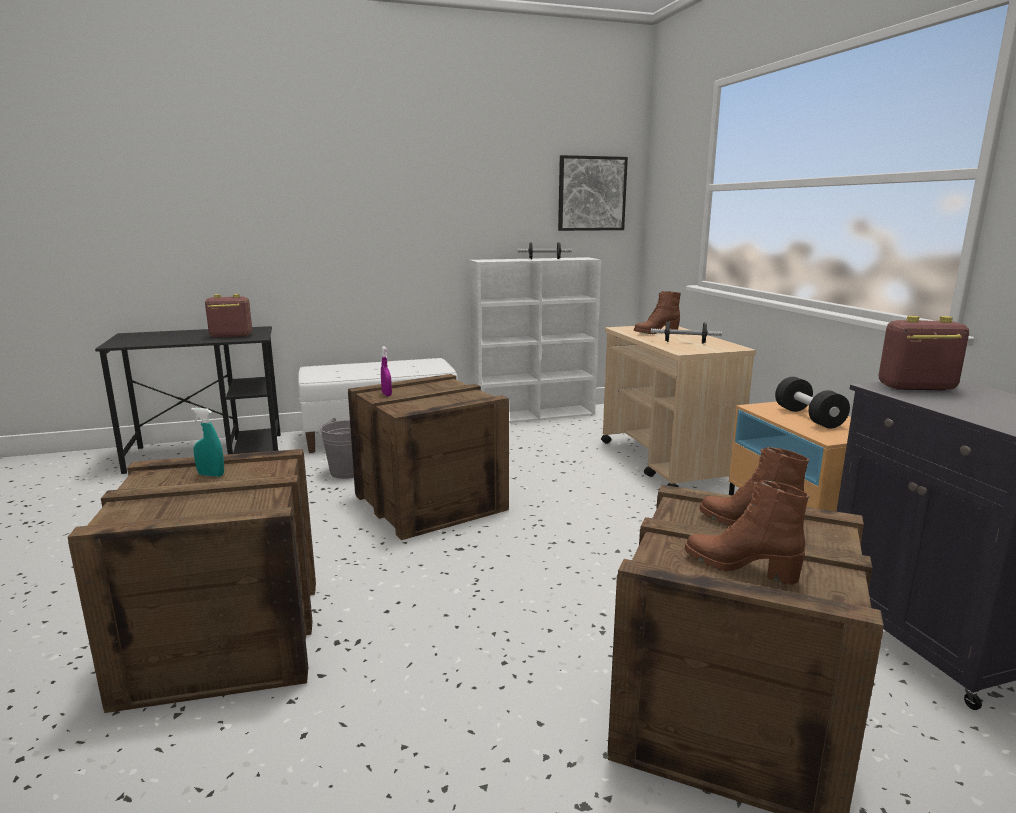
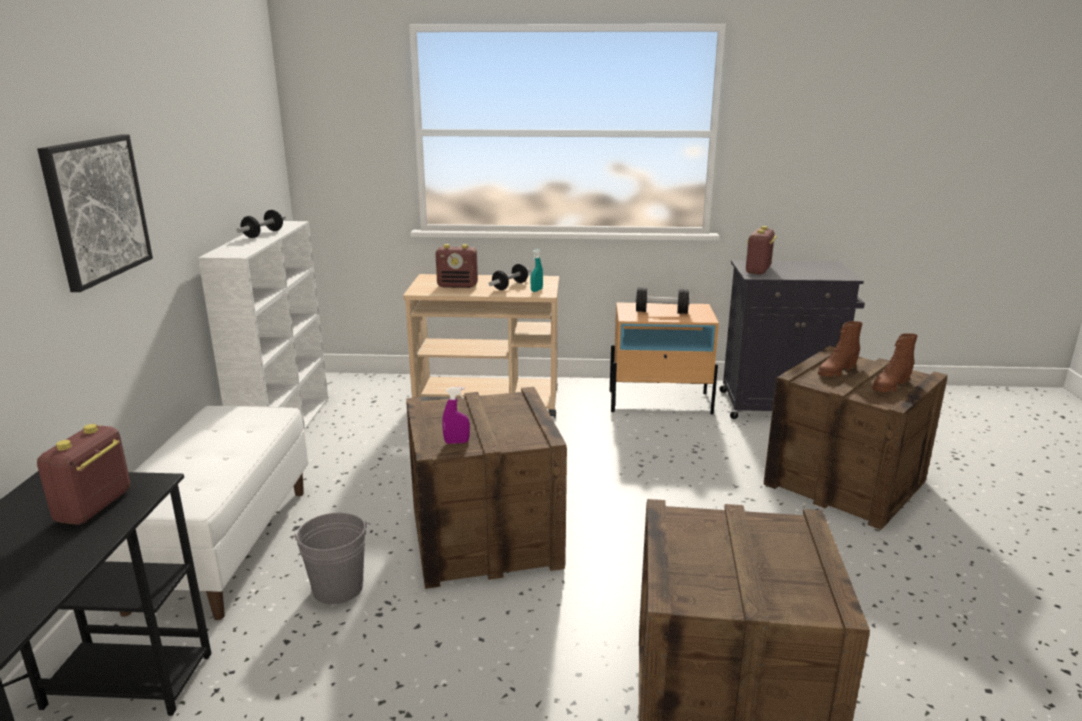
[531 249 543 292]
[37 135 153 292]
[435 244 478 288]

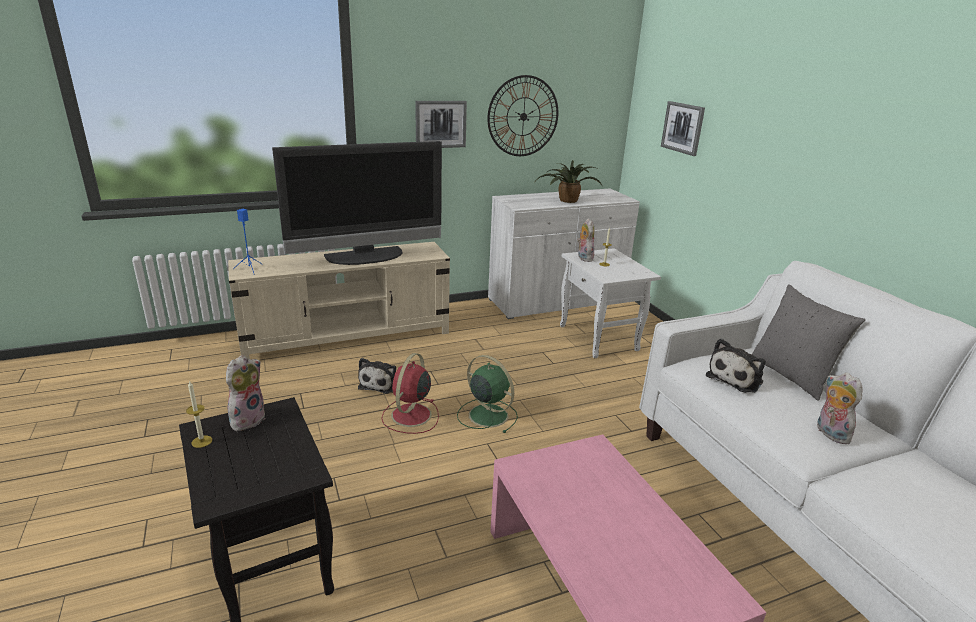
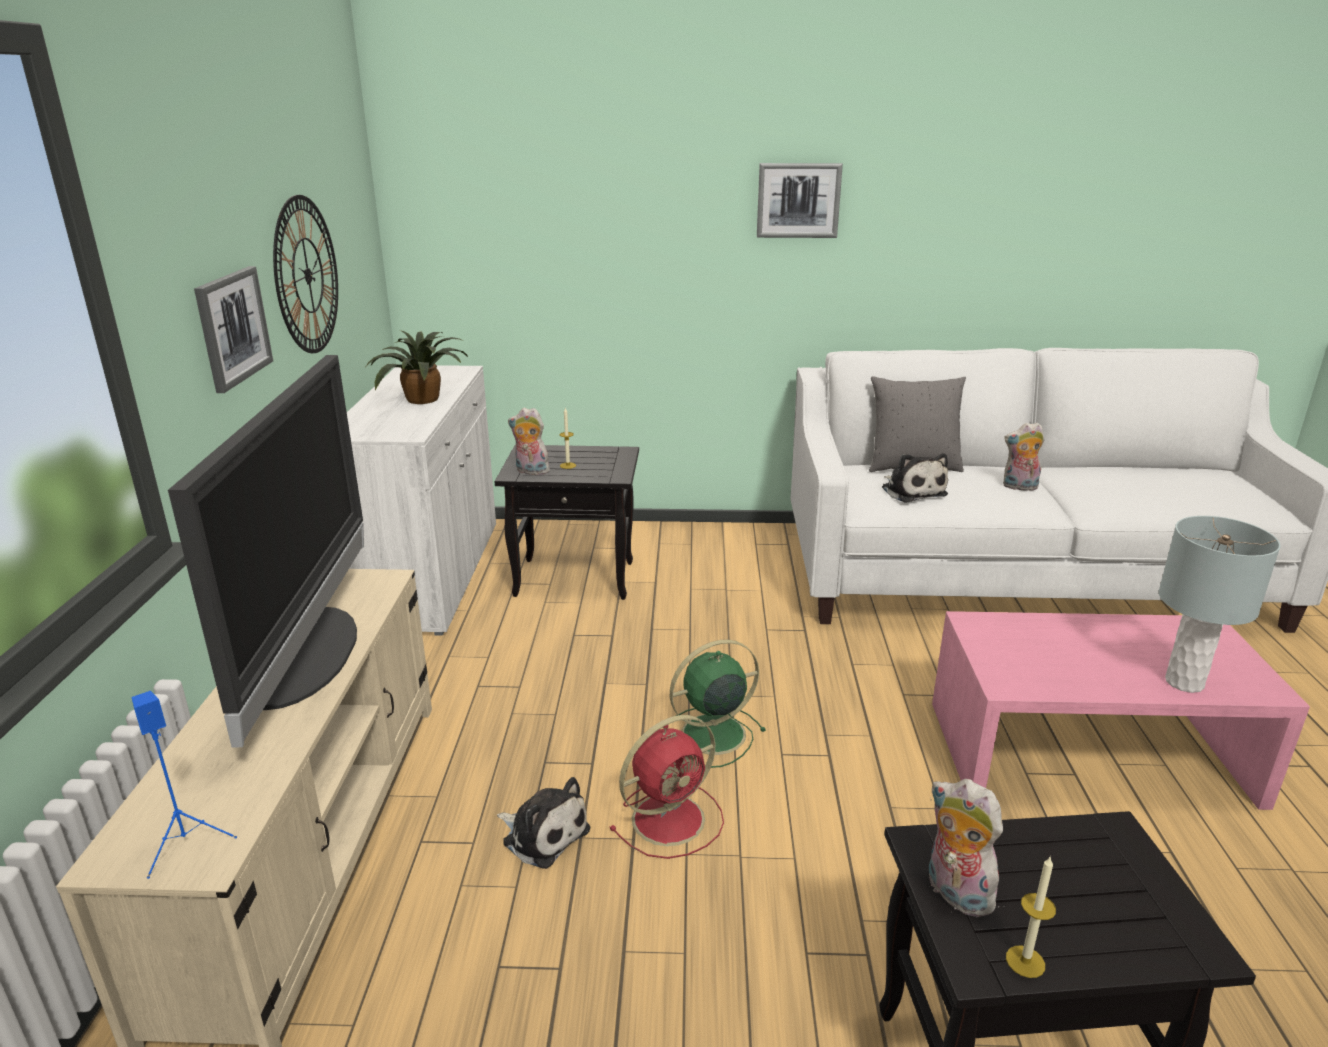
[609 715 724 859]
[495 445 639 600]
[757 163 843 238]
[1158 516 1281 693]

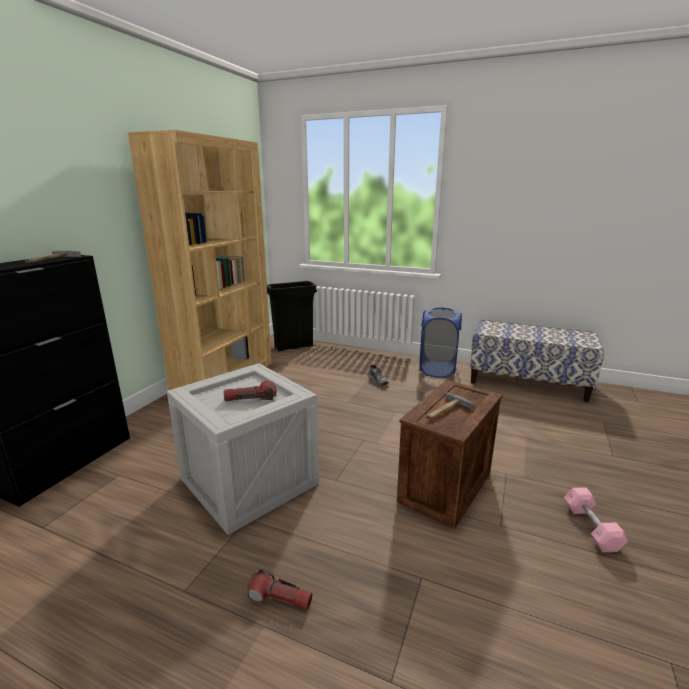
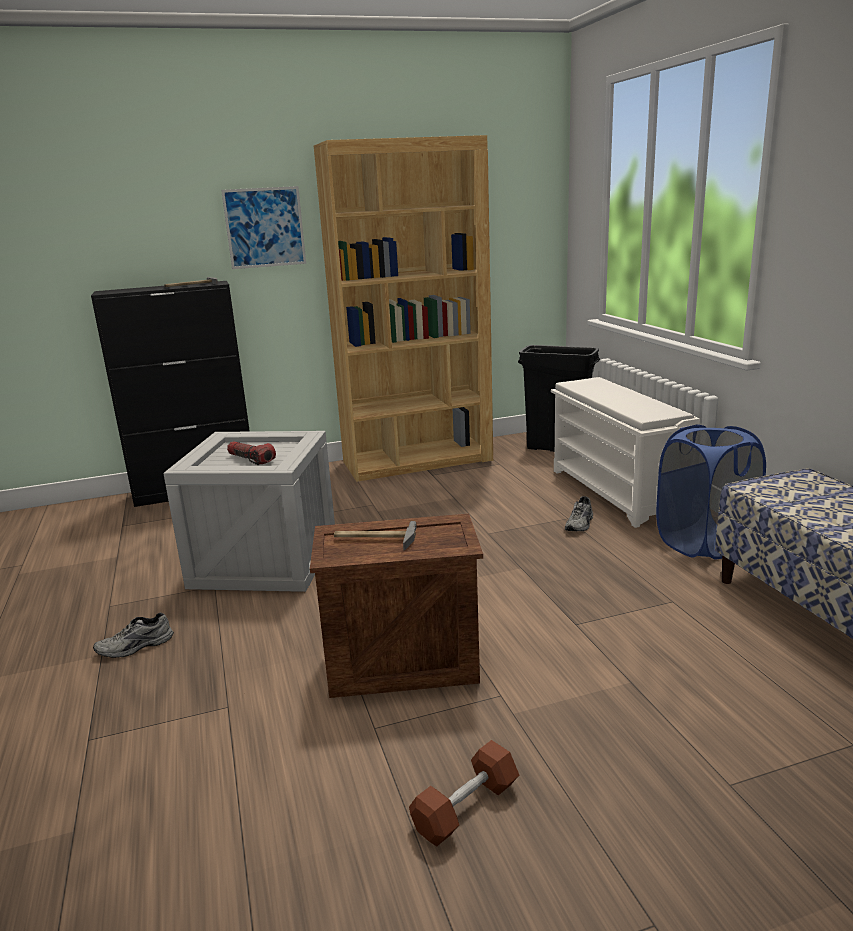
[93 612 174 658]
[409 740 519 846]
[221 186 306 269]
[551 377 700 528]

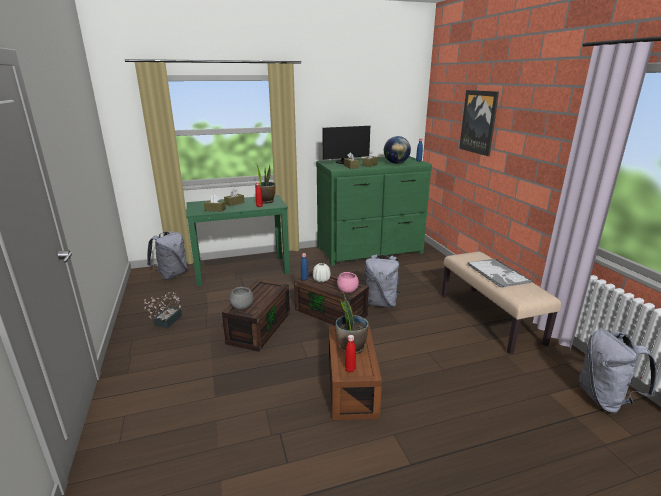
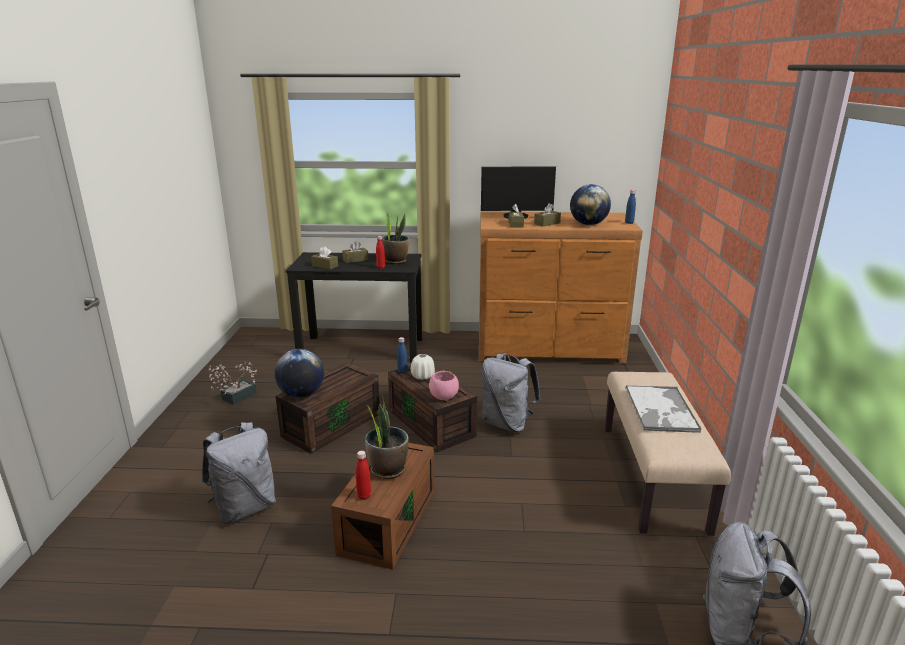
[202 422 276 523]
[286 252 422 363]
[275 349 324 397]
[479 211 643 364]
[459 90 499 156] (first image)

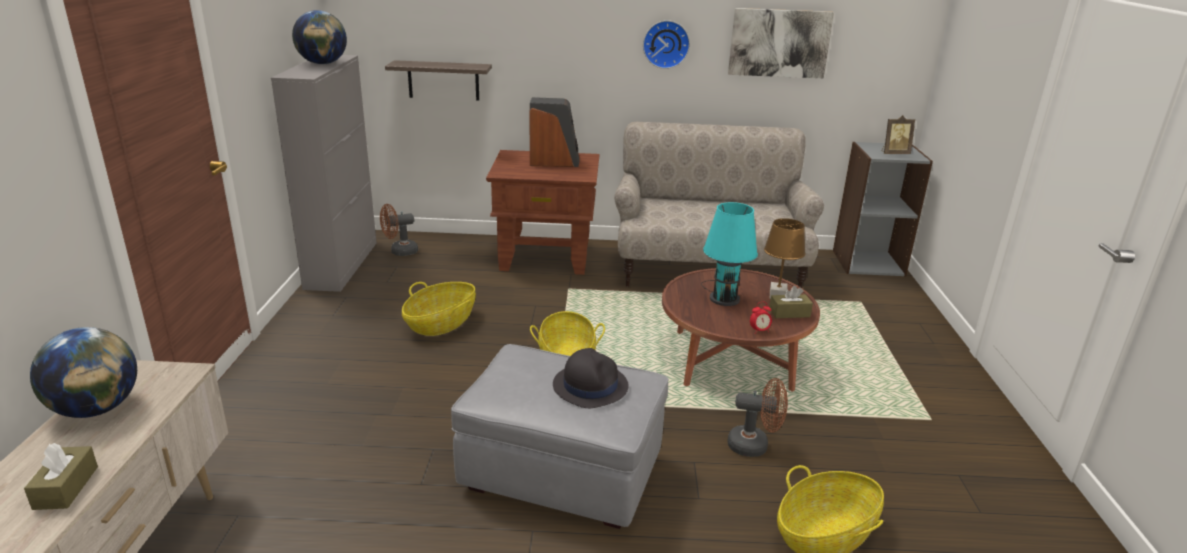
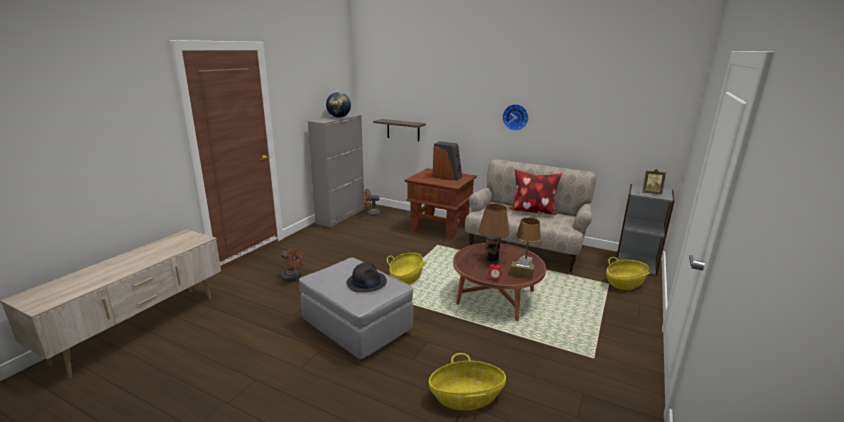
[24 443 98 510] (first image)
[30 327 137 418] (first image)
[606 257 650 290]
[478 203 510 264]
[281 246 306 282]
[728 8 834 78] (first image)
[509 169 562 215]

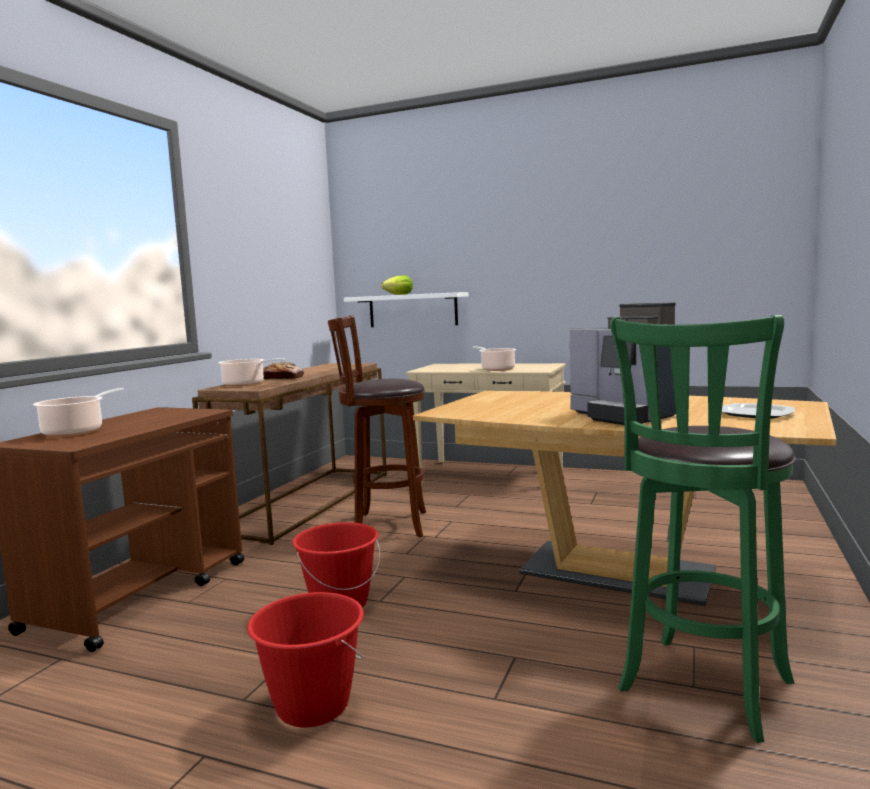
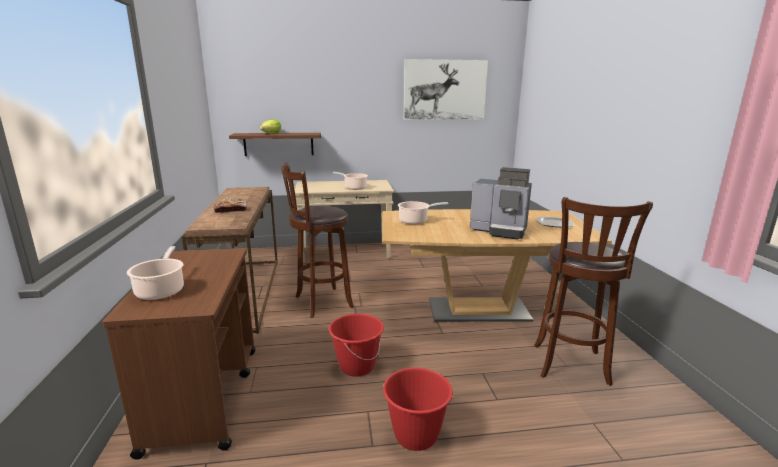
[398 201 448 224]
[229 133 321 156]
[534 197 653 386]
[404 59 488 120]

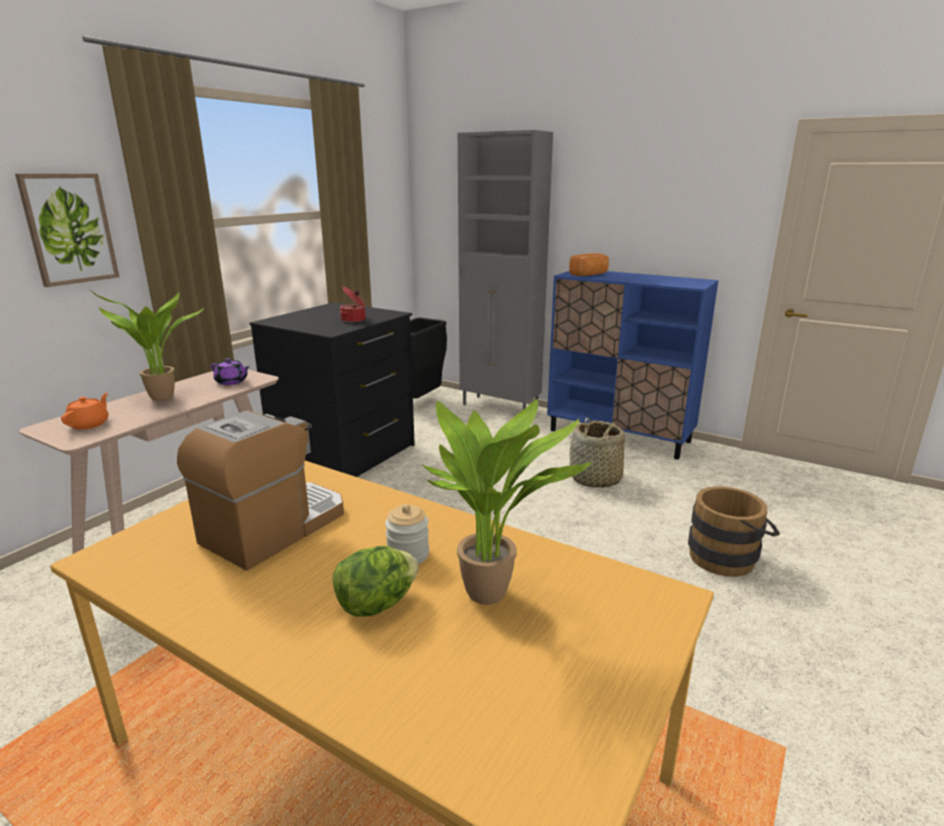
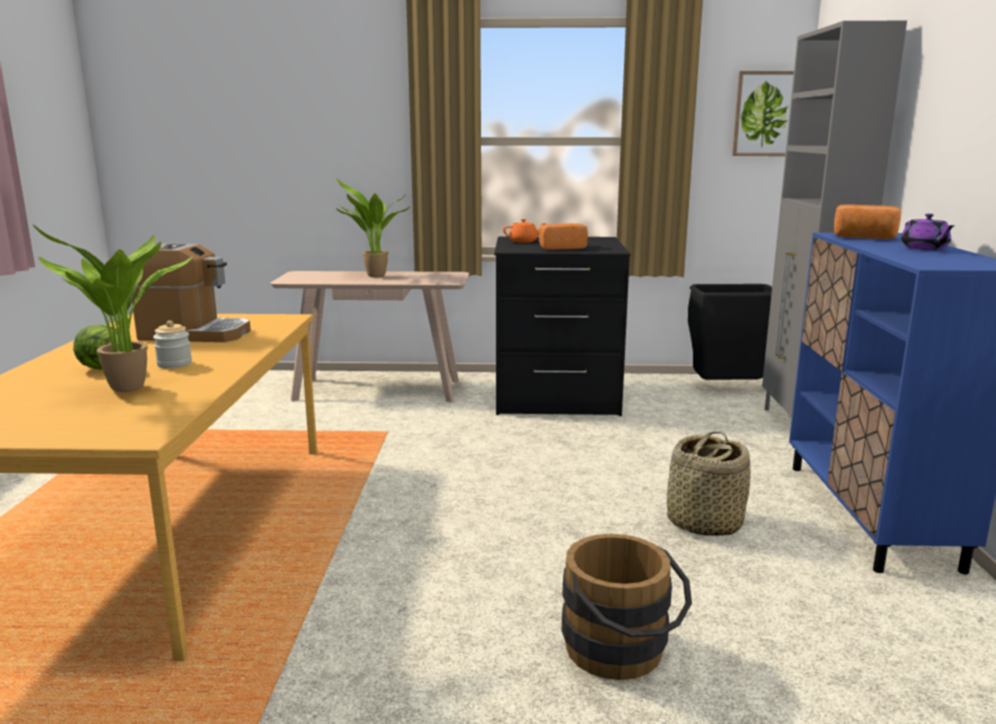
[732 71 794 156]
[503 219 546 243]
[901 214 954 250]
[539 223 588 250]

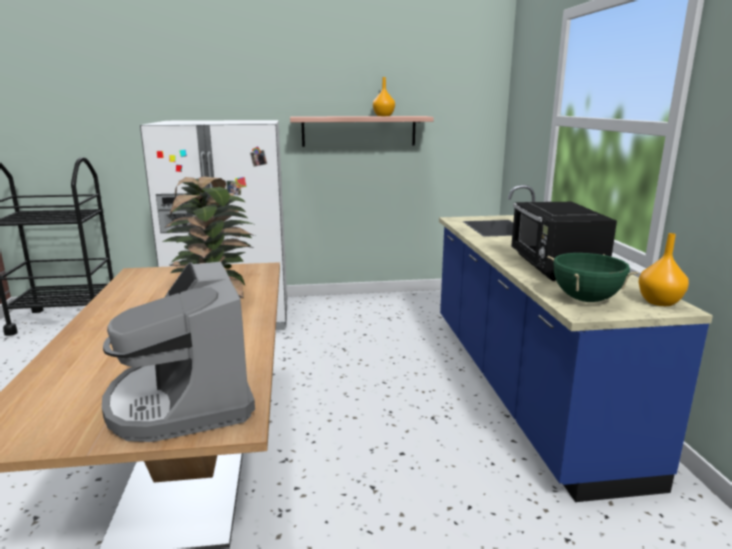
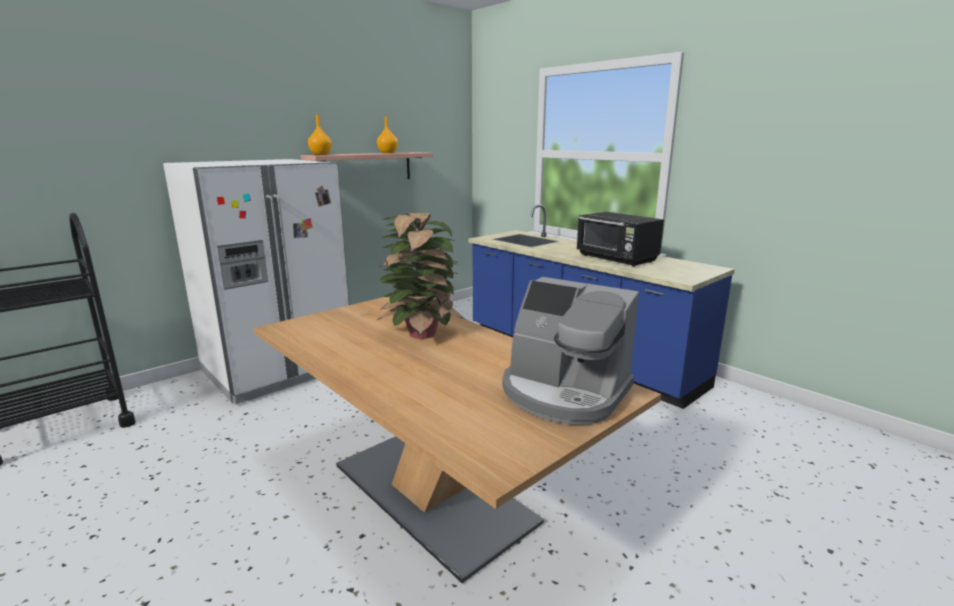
[547 253 639 302] (first image)
[308 115 332 155]

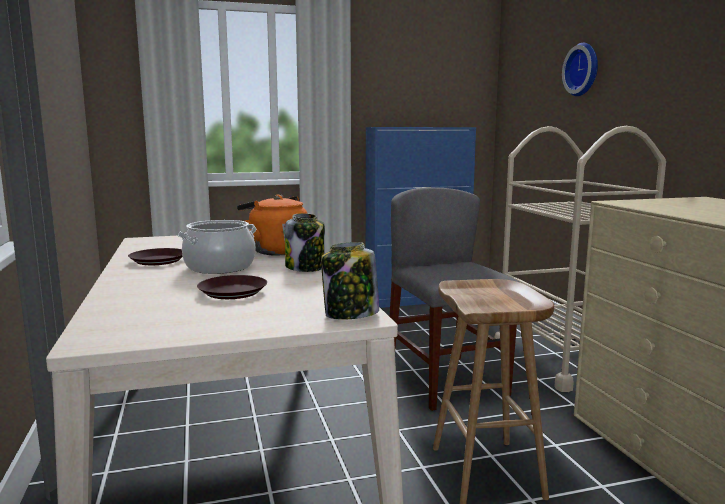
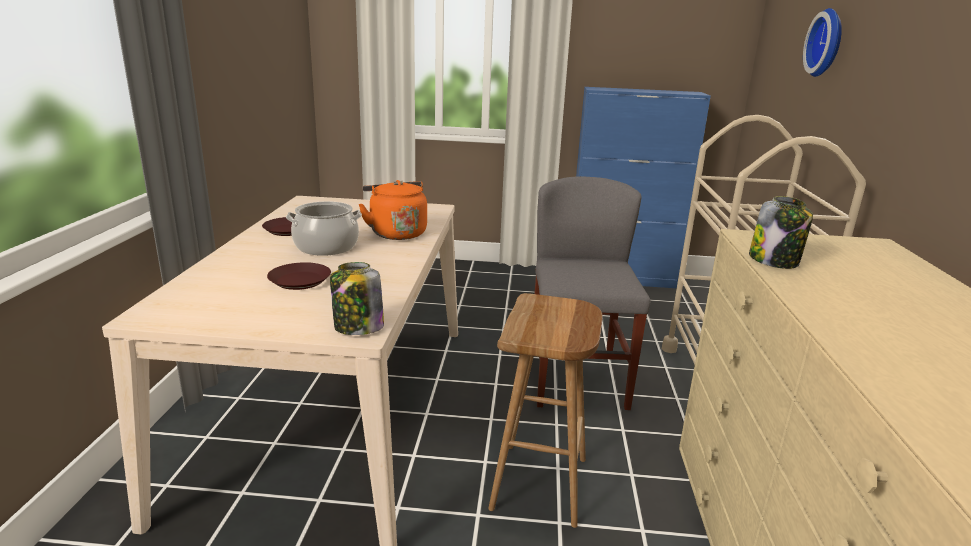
[749 196 813 269]

